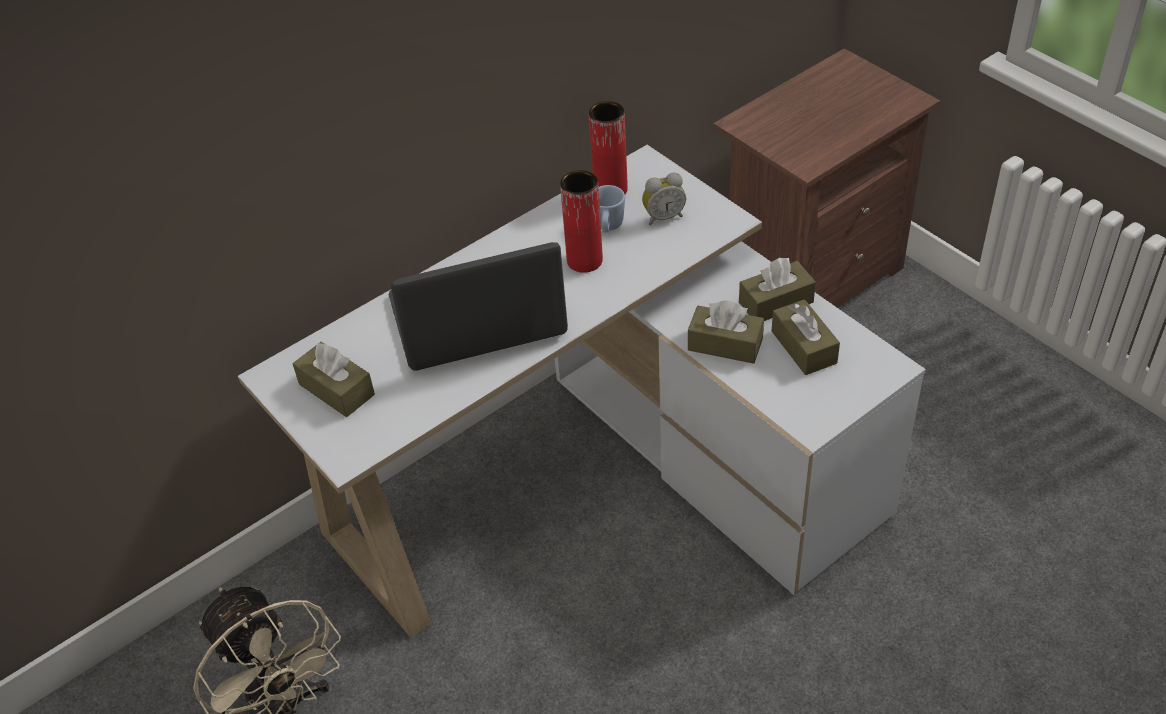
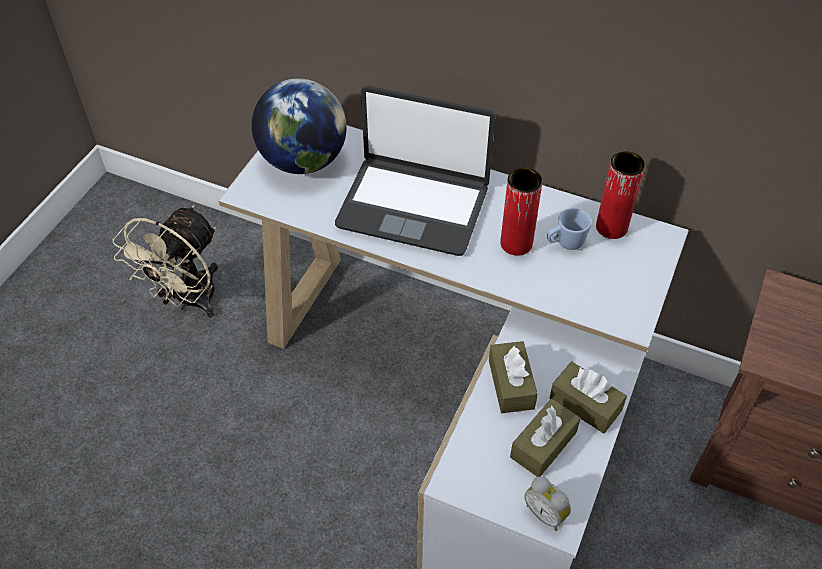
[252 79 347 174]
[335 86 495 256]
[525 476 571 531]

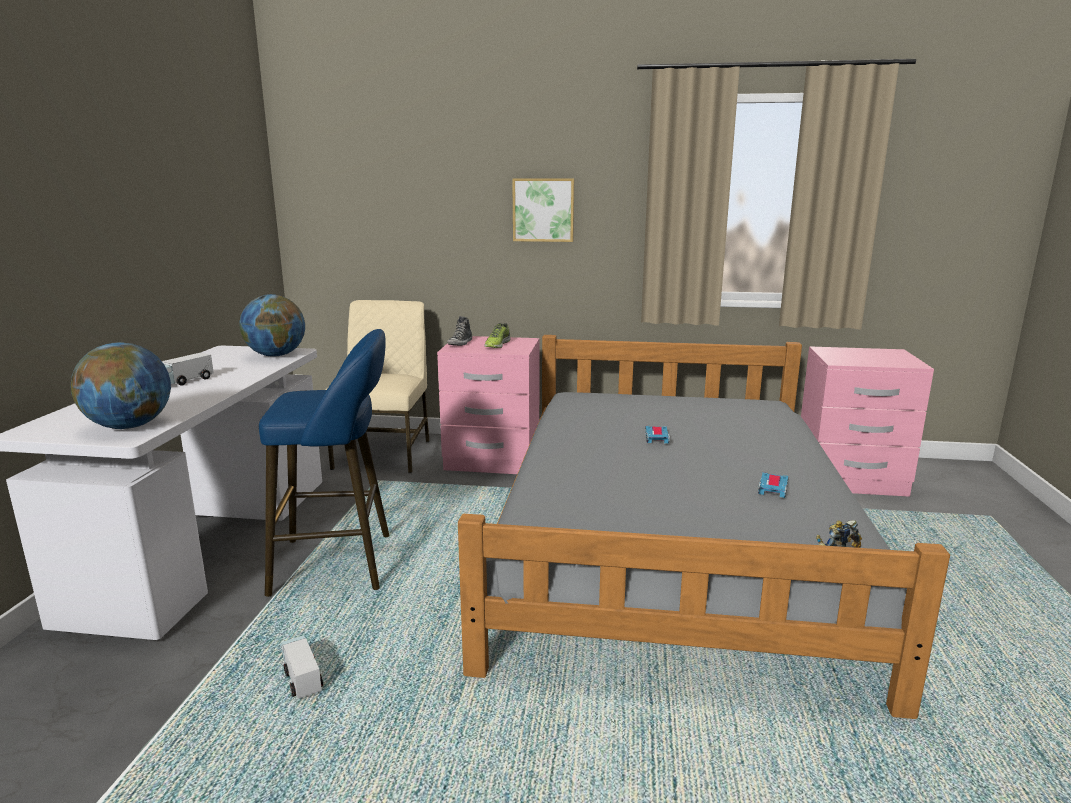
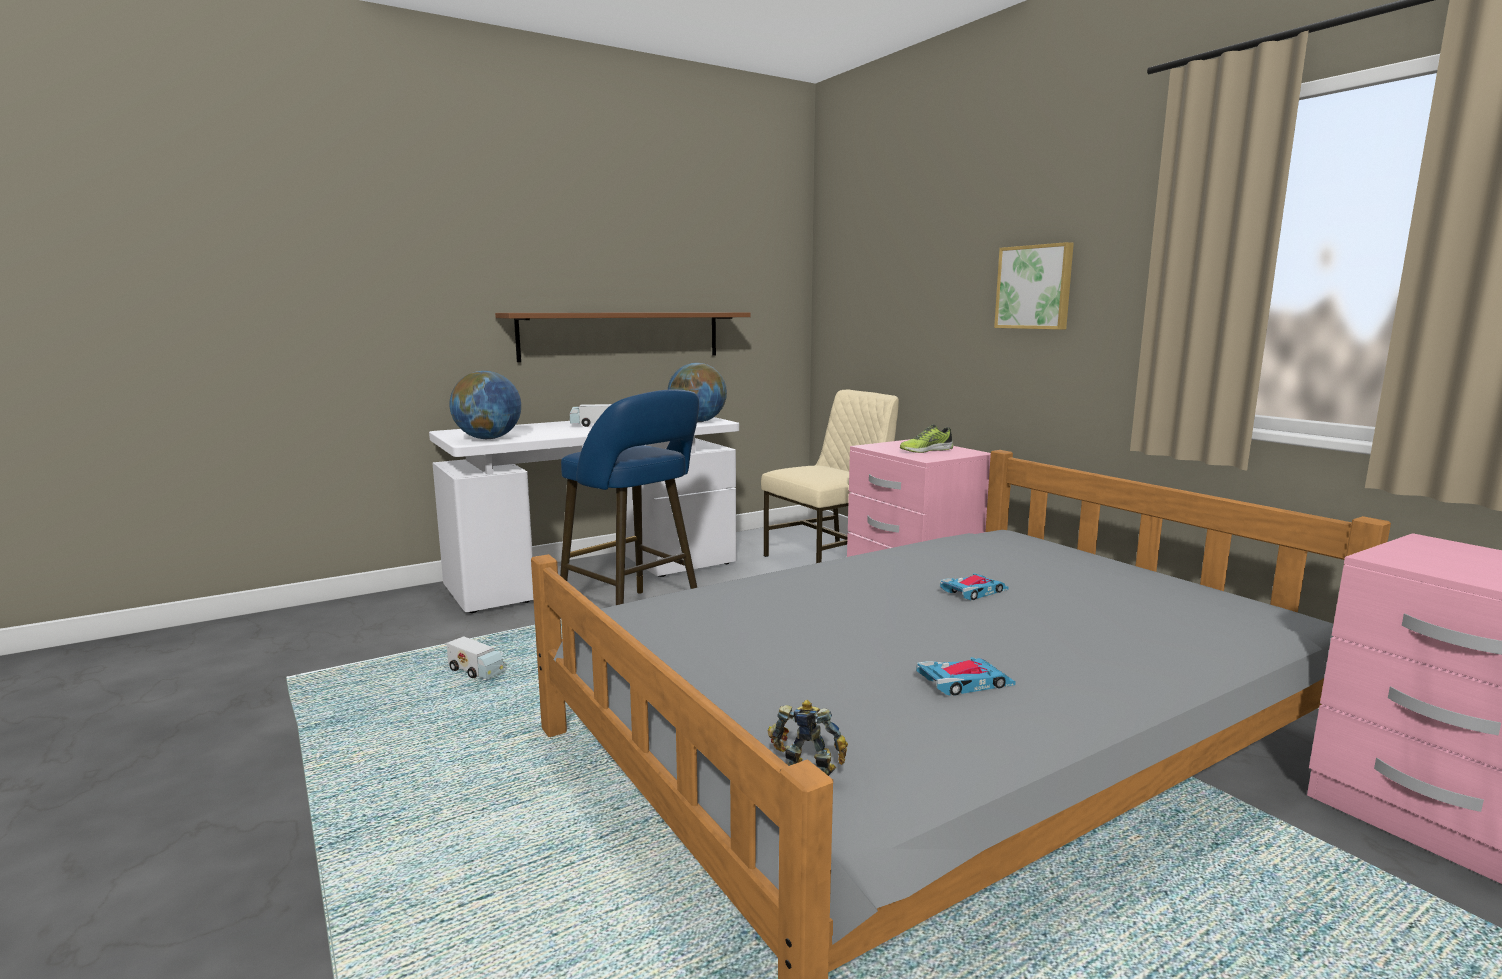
[446 636 504 679]
[447 316 472 346] (first image)
[495 312 751 362]

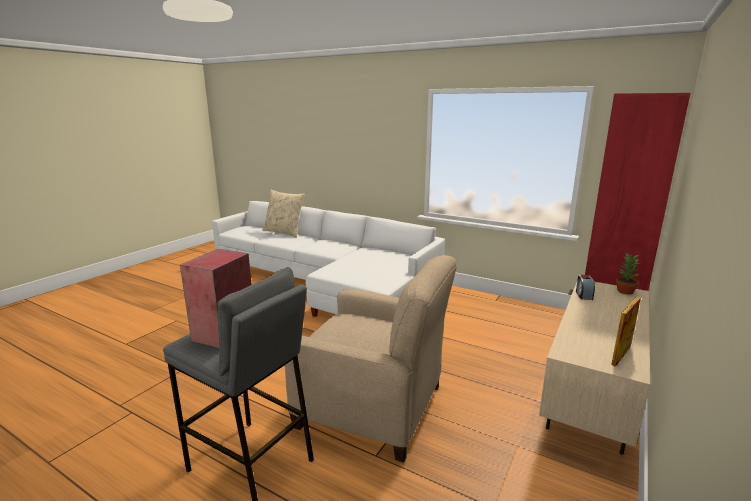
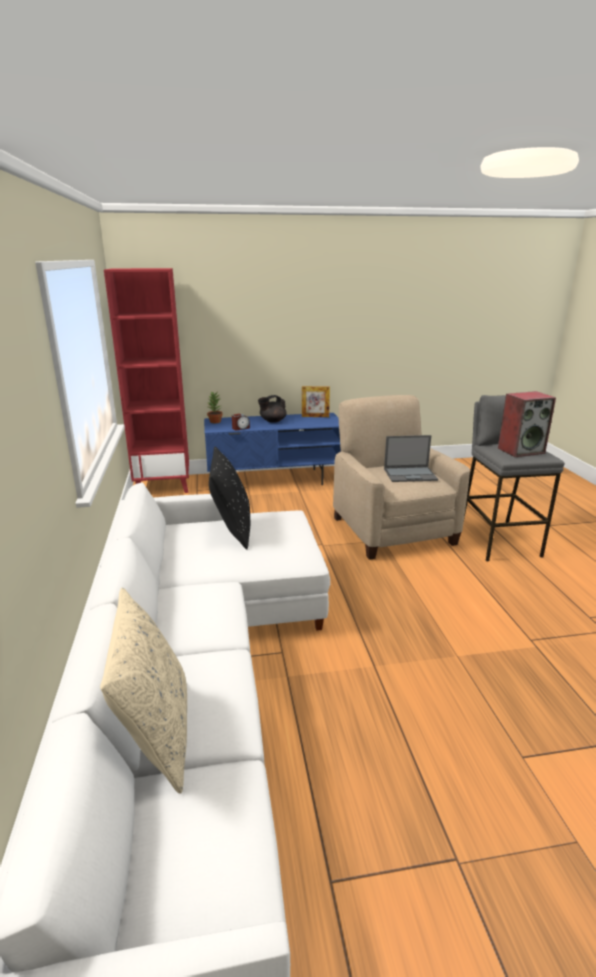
[204 413 341 485]
[209 446 250 549]
[258 395 287 423]
[384 435 438 482]

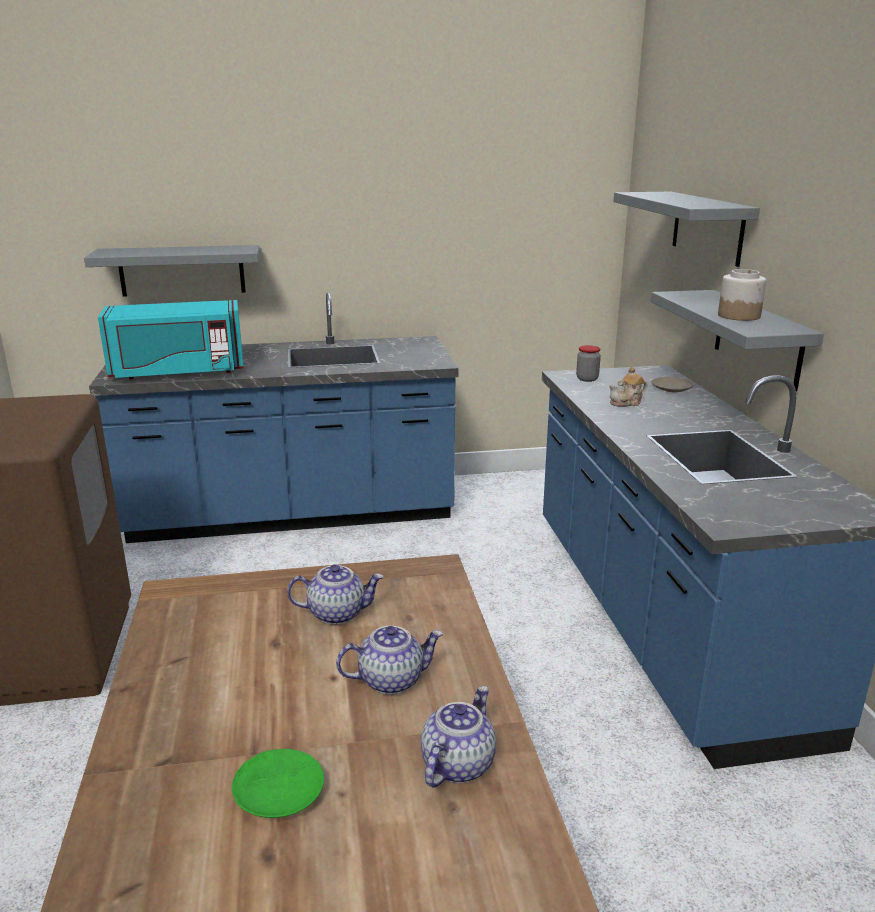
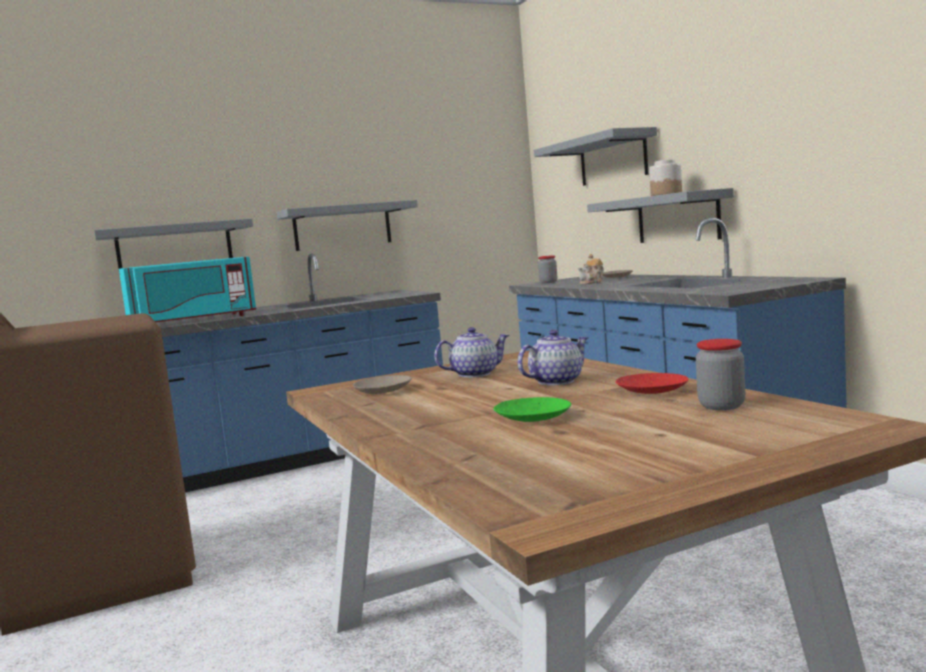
[616 373 688 394]
[276 200 418 251]
[353 375 412 394]
[696 339 745 410]

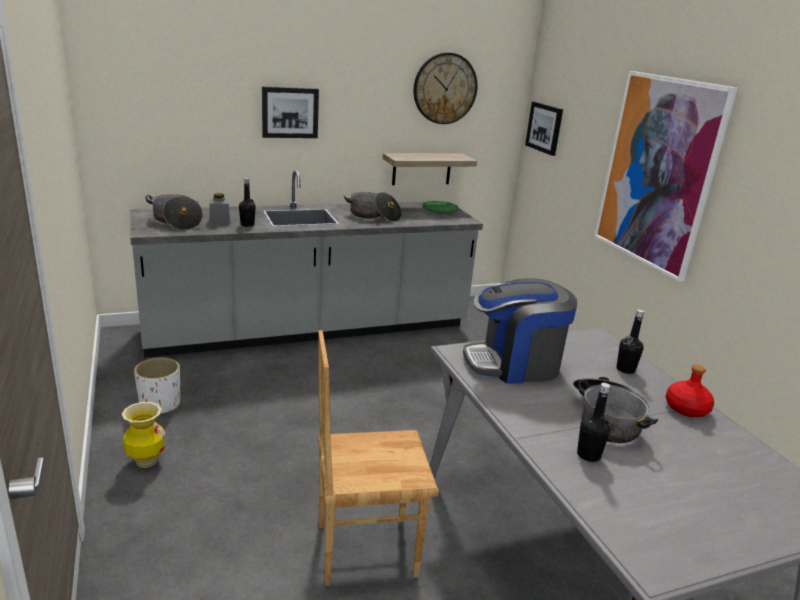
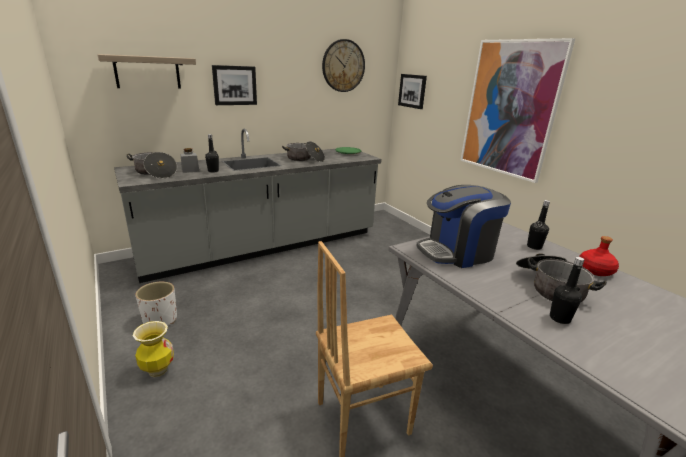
[97 54 196 89]

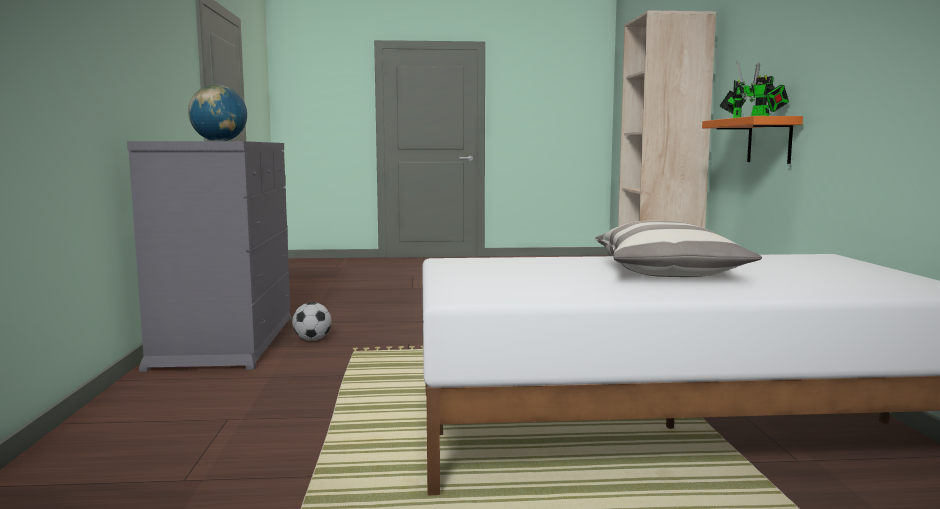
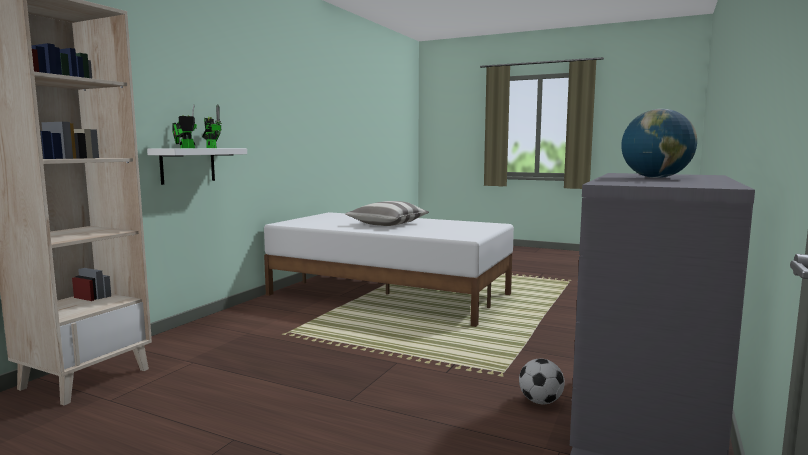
[147 148 247 185]

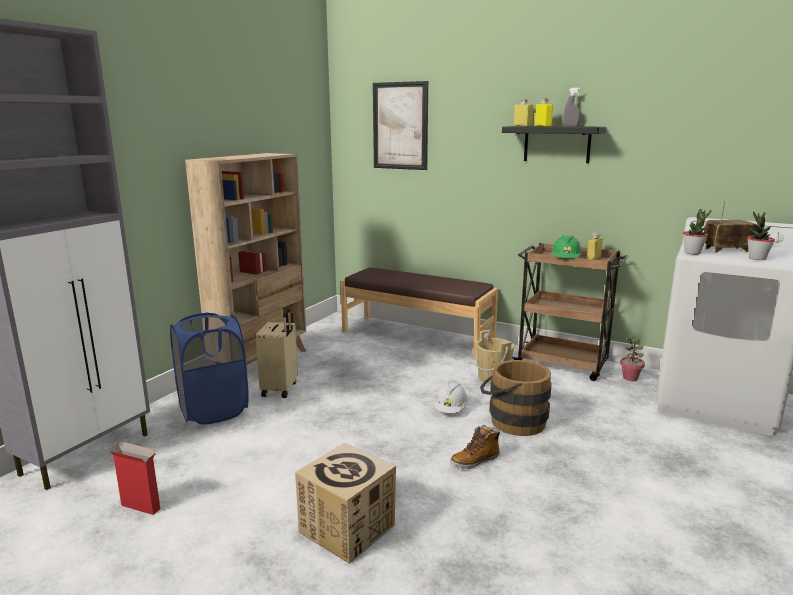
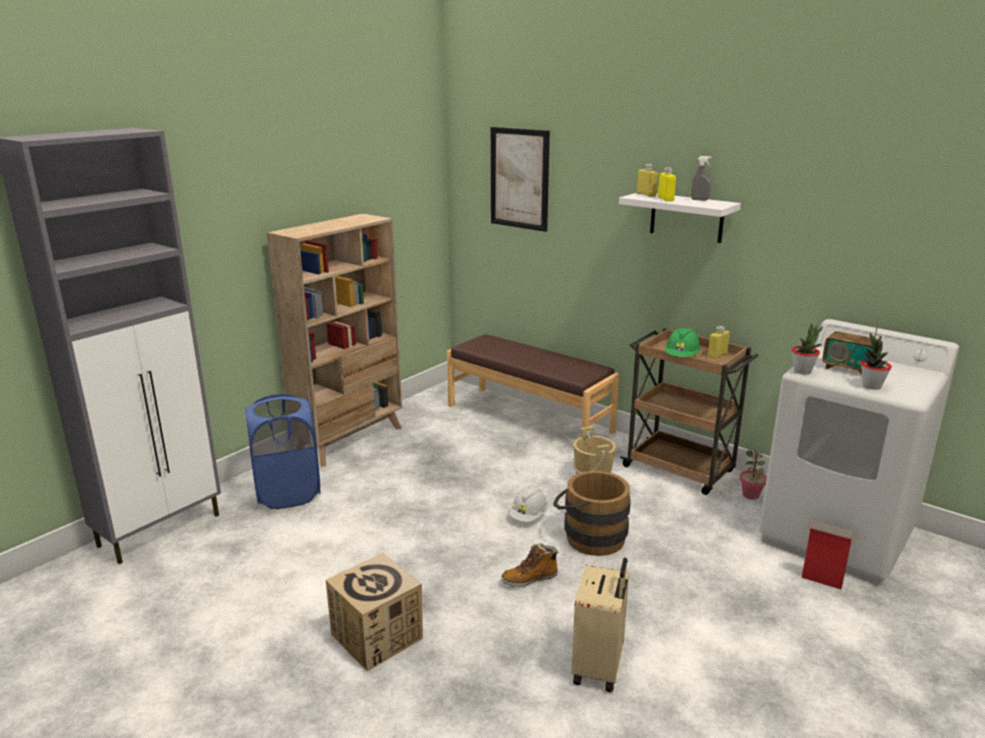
[802 520 859 589]
[572 558 629 692]
[619 193 741 243]
[822 313 882 375]

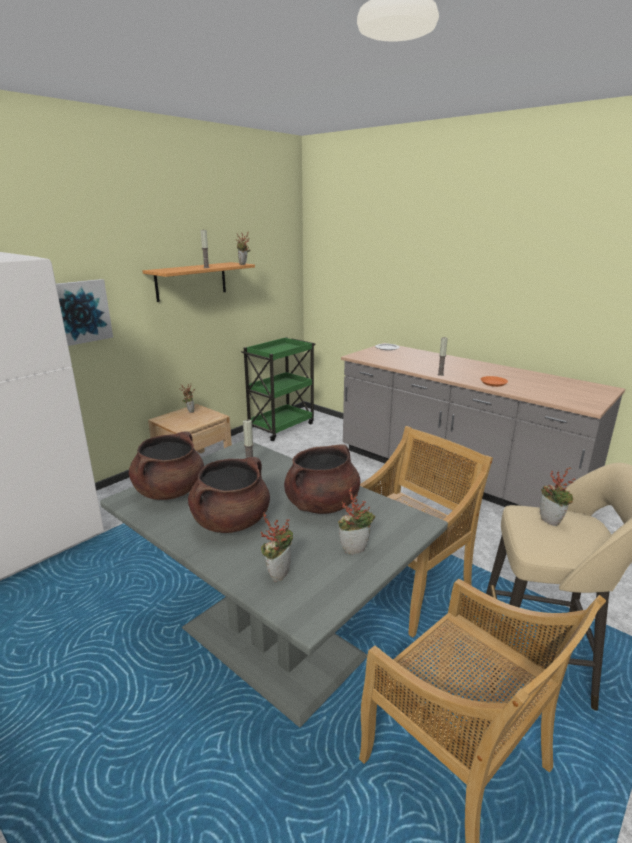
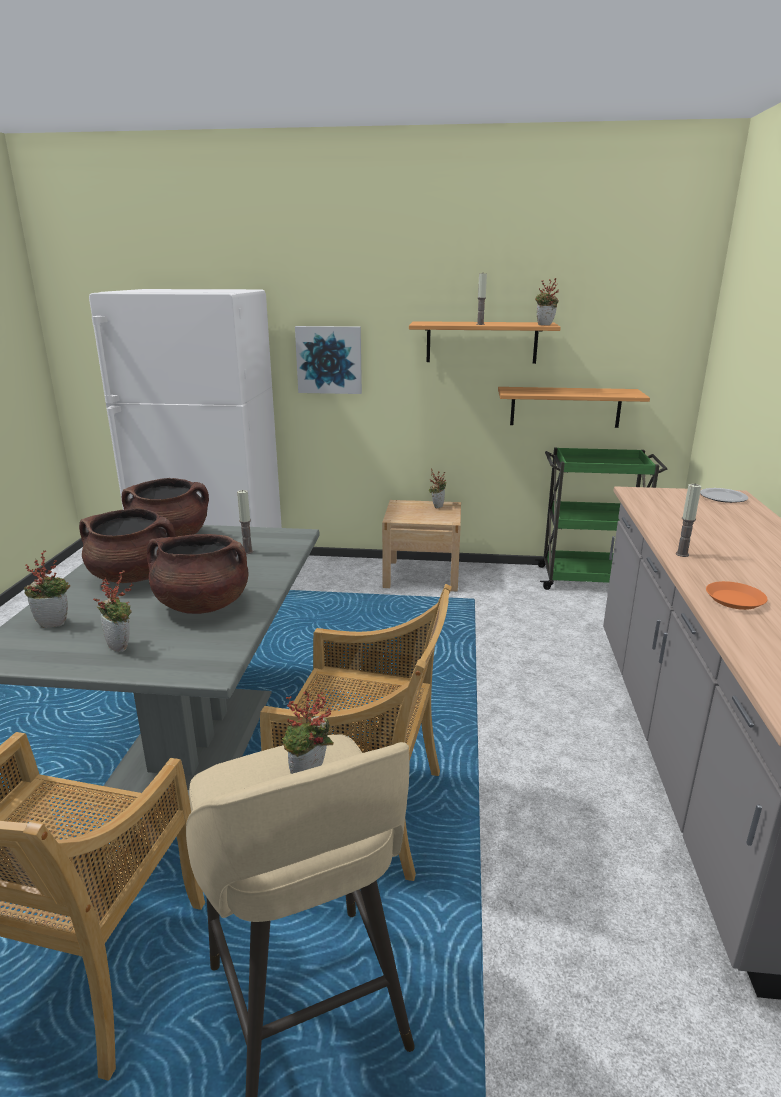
[498 387 650 428]

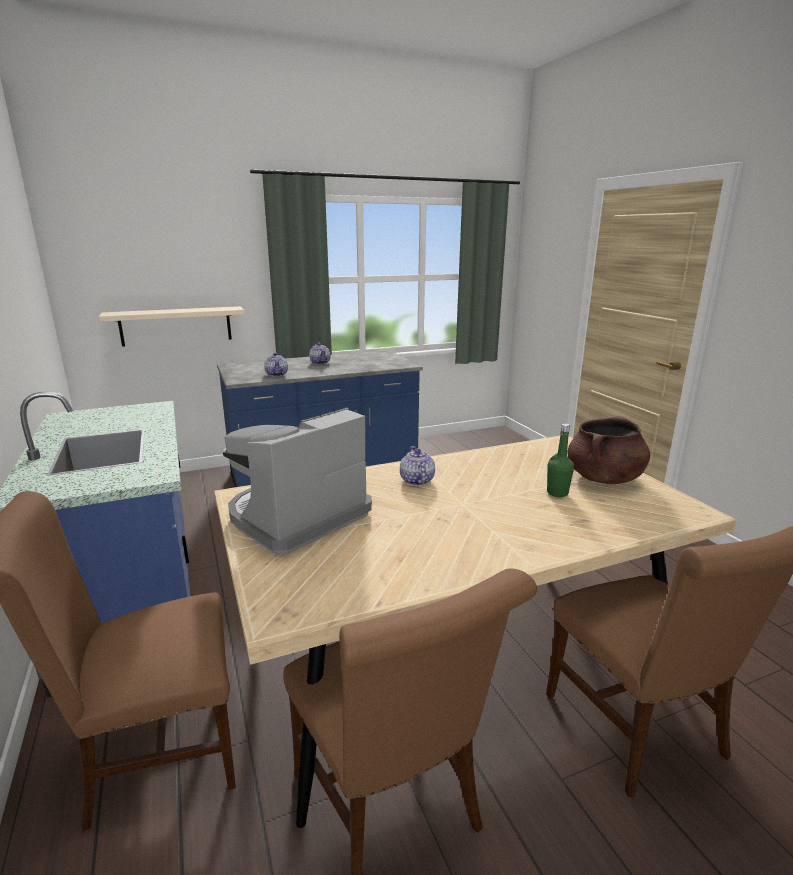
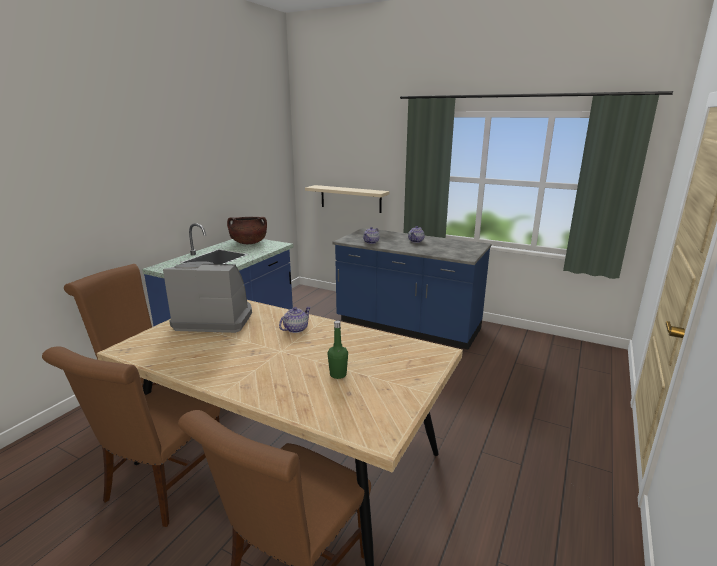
[227 217 267 244]

